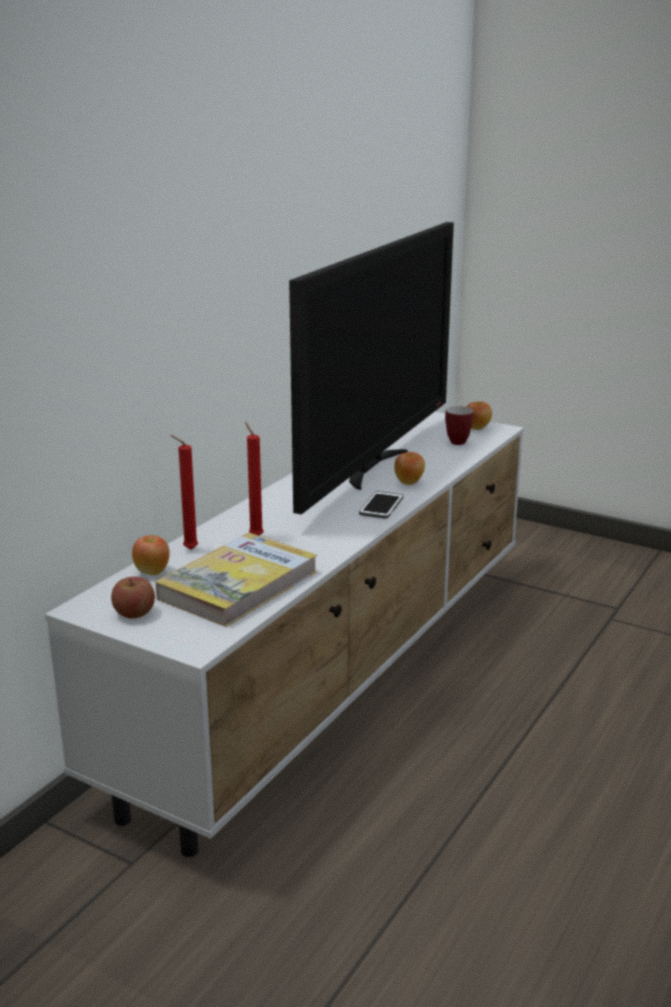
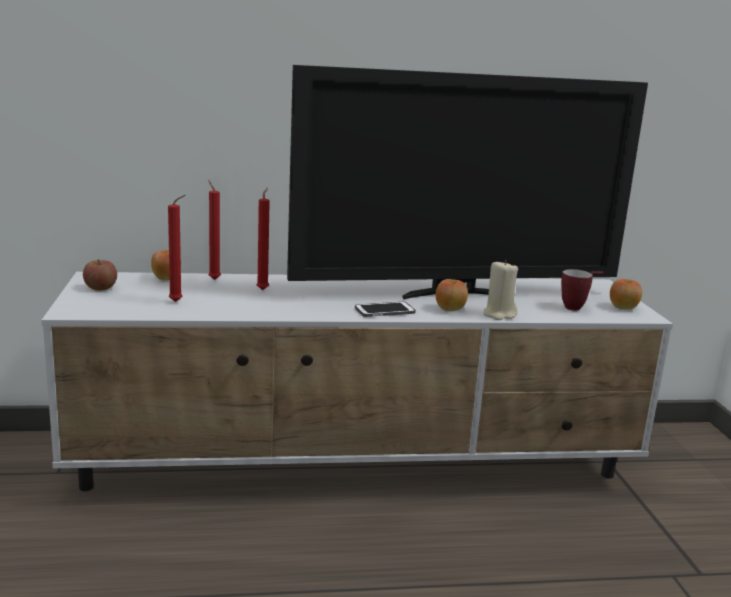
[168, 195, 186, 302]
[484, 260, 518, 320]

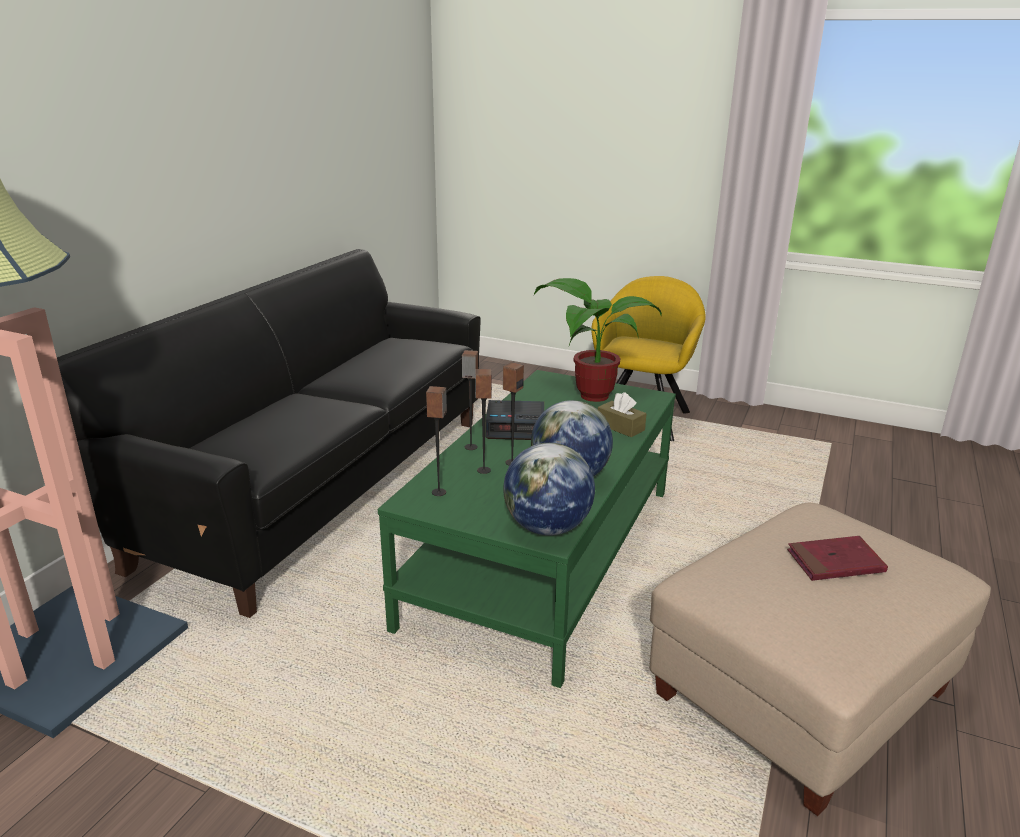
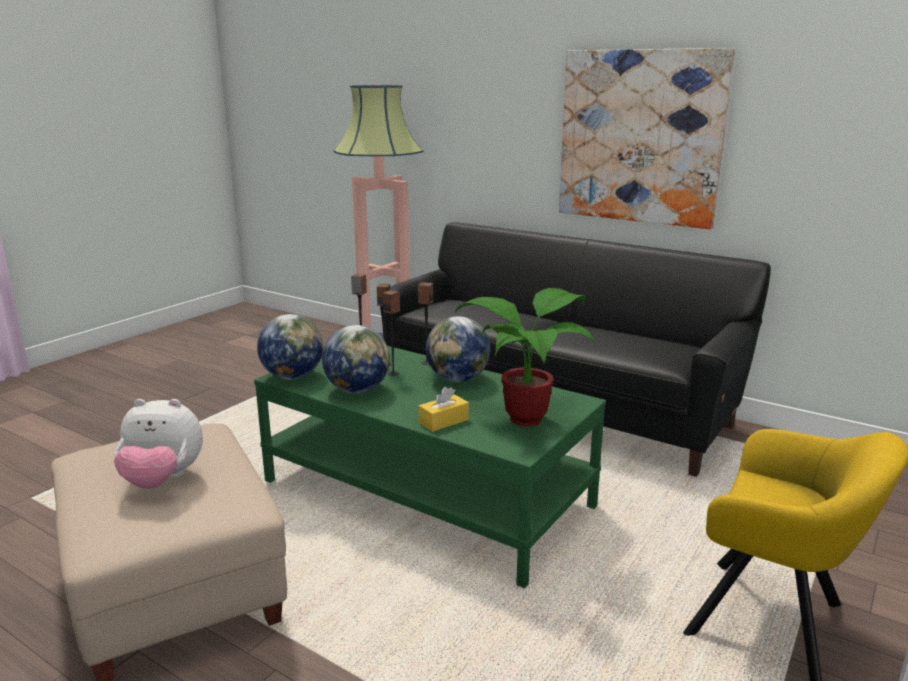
[114, 399, 203, 489]
[419, 387, 469, 432]
[426, 316, 491, 382]
[559, 48, 735, 229]

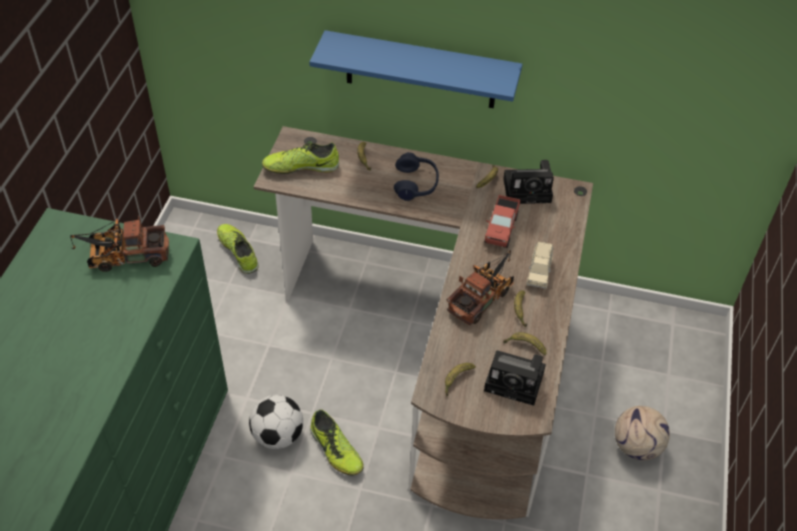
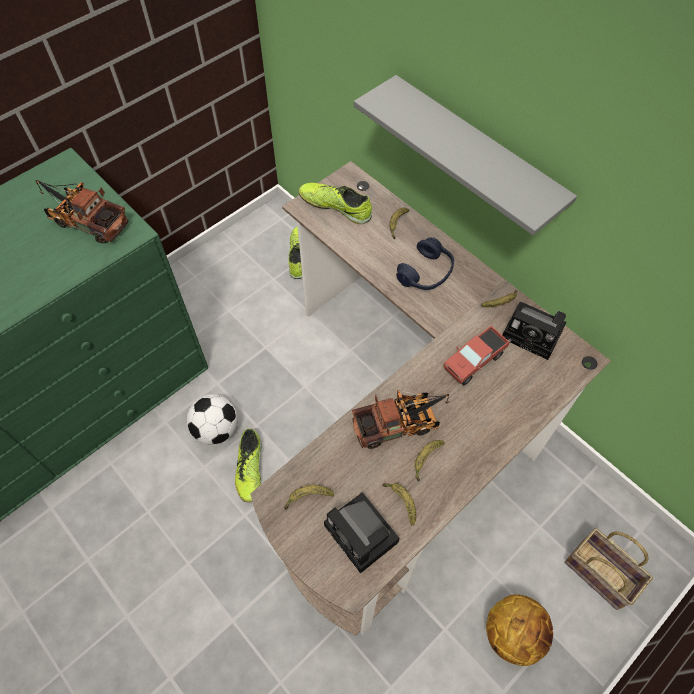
[354, 75, 577, 235]
[486, 594, 553, 666]
[565, 528, 653, 610]
[526, 242, 553, 289] (first image)

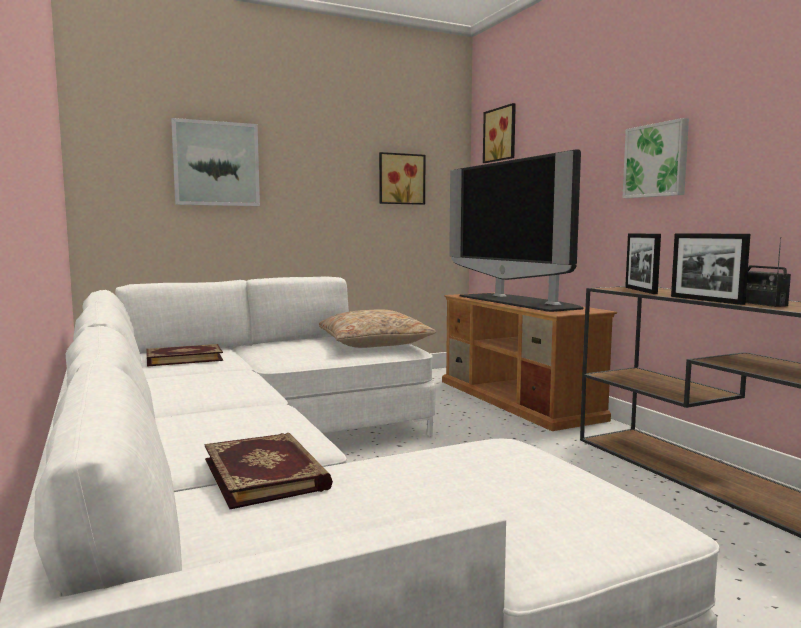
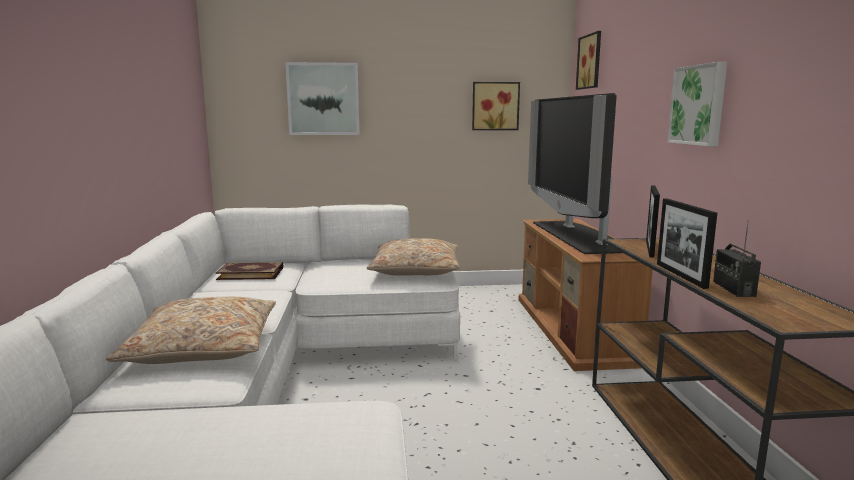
[106, 297, 276, 364]
[205, 433, 333, 509] (first image)

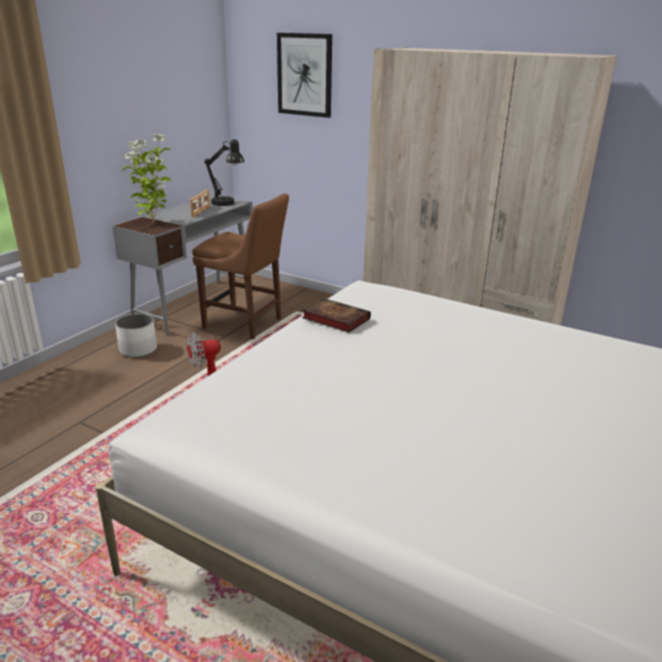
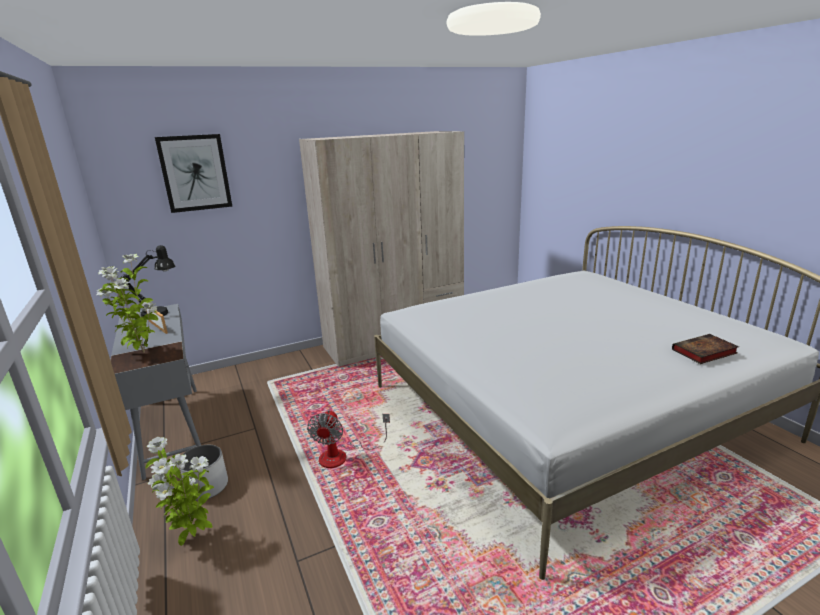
[145, 437, 214, 546]
[672, 334, 739, 364]
[192, 193, 289, 340] (first image)

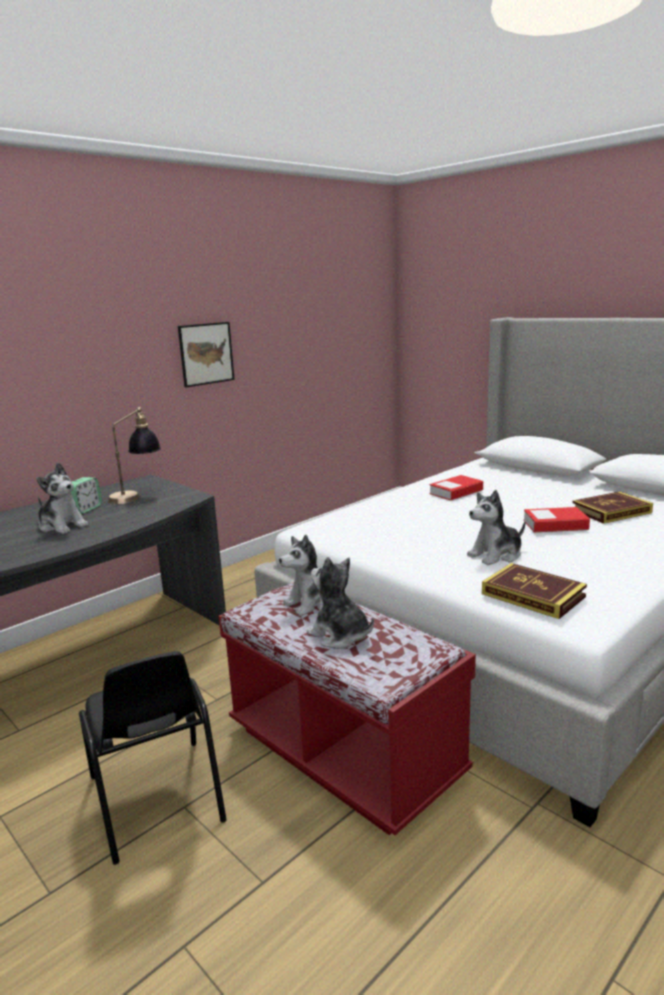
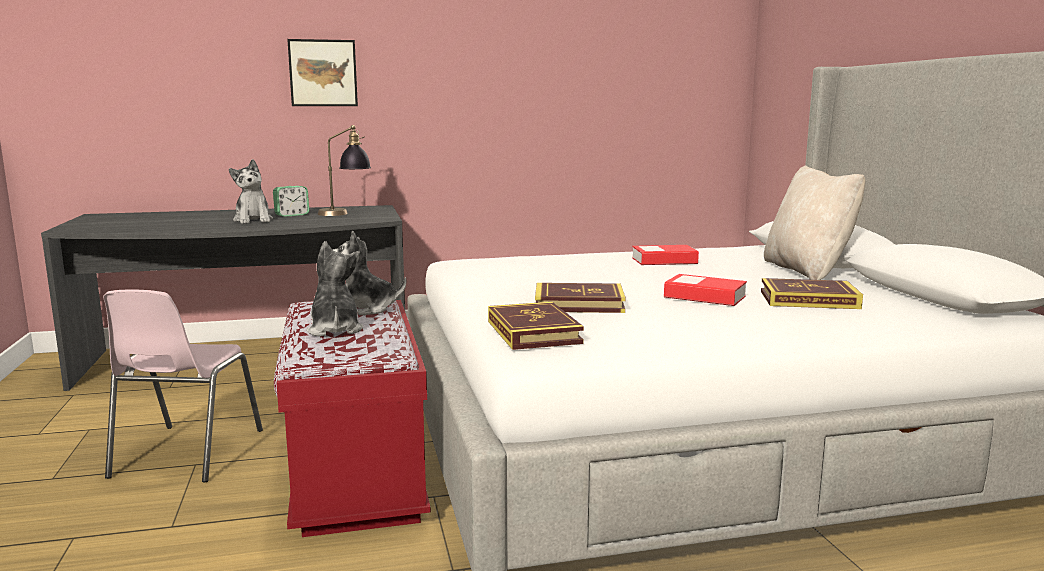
[103, 290, 263, 482]
[287, 39, 358, 106]
[535, 283, 626, 313]
[764, 165, 865, 280]

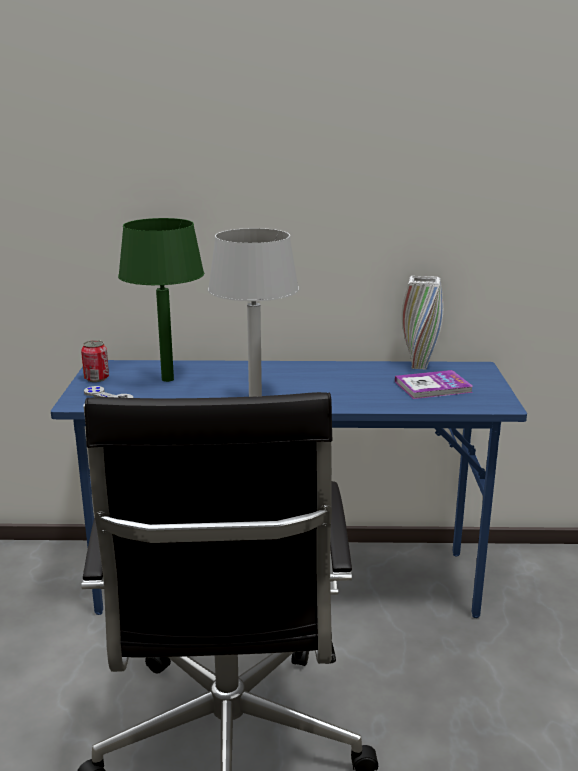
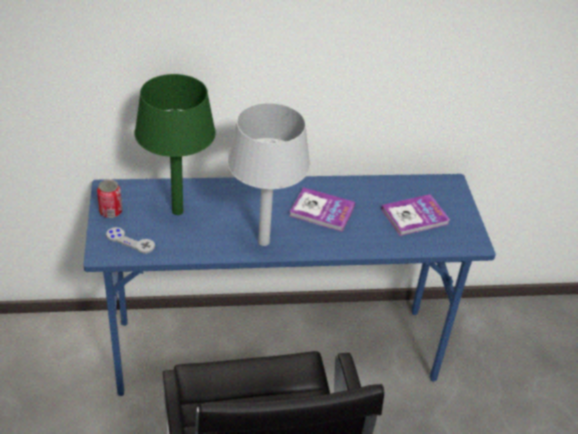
[289, 187, 355, 232]
[401, 276, 443, 370] (first image)

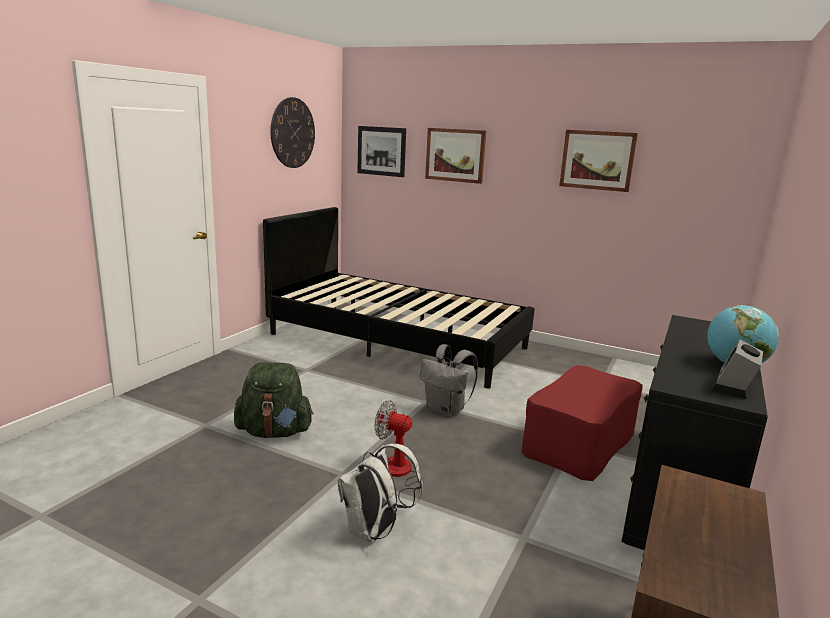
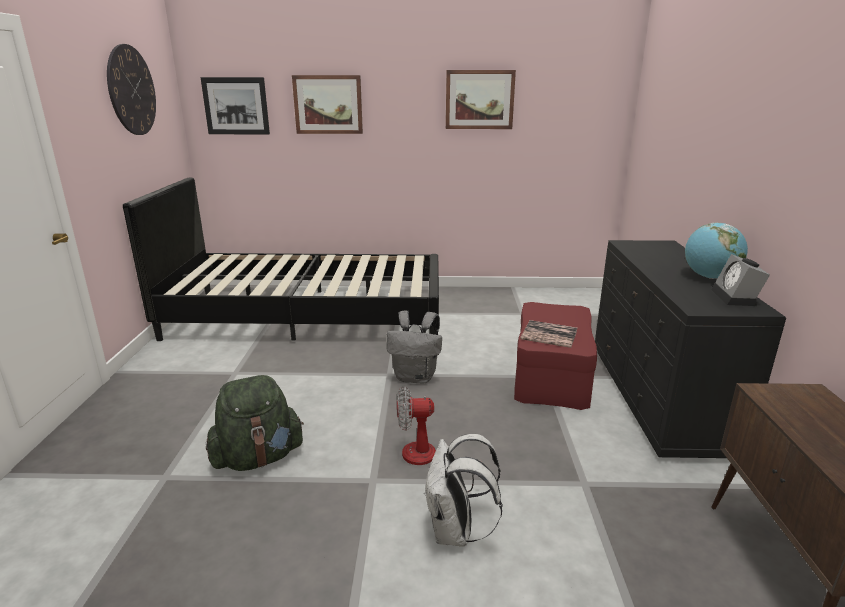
[520, 320, 577, 348]

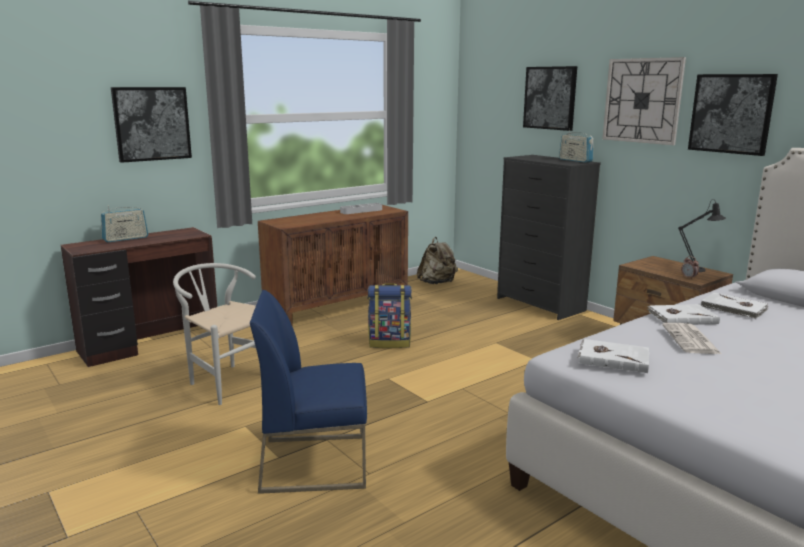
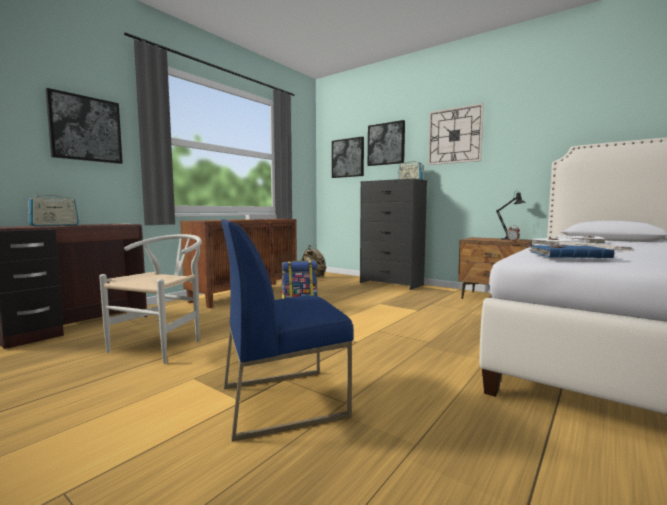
[99, 234, 202, 364]
[332, 136, 364, 178]
[528, 245, 614, 258]

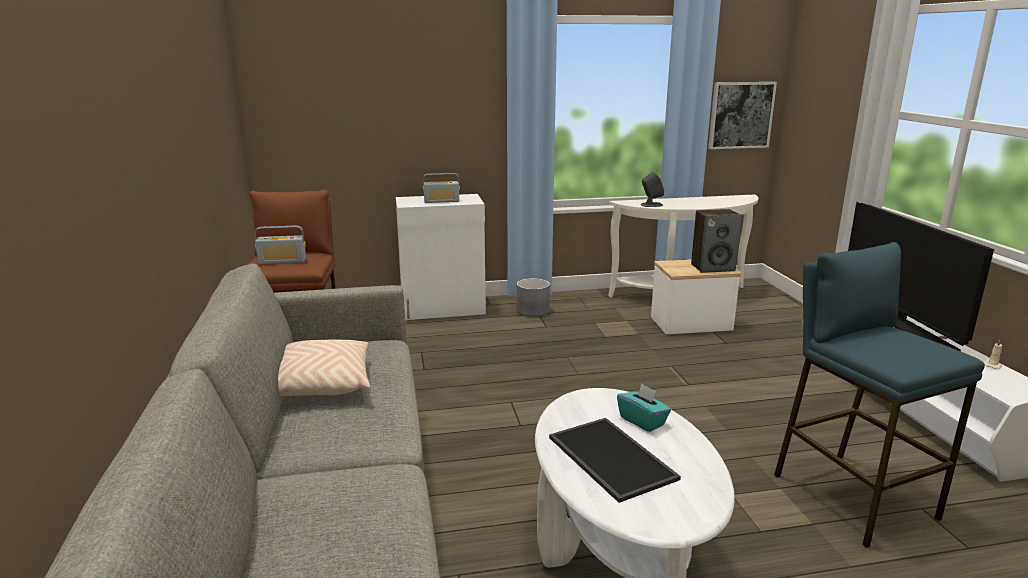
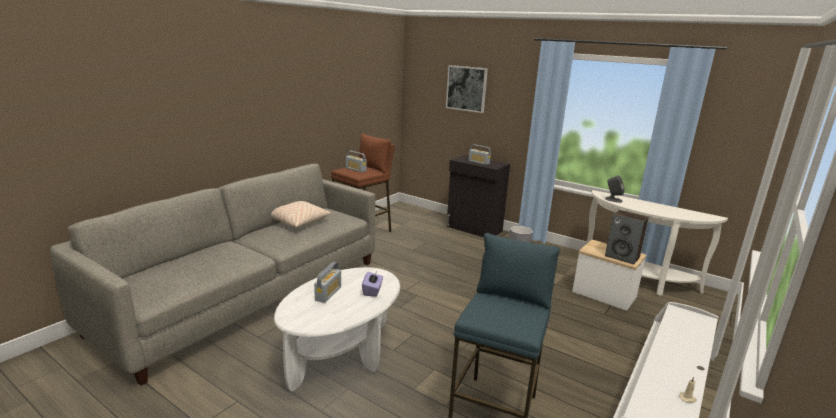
[314, 262, 341, 303]
[362, 272, 383, 297]
[446, 65, 488, 113]
[446, 155, 510, 237]
[848, 202, 994, 351] (first image)

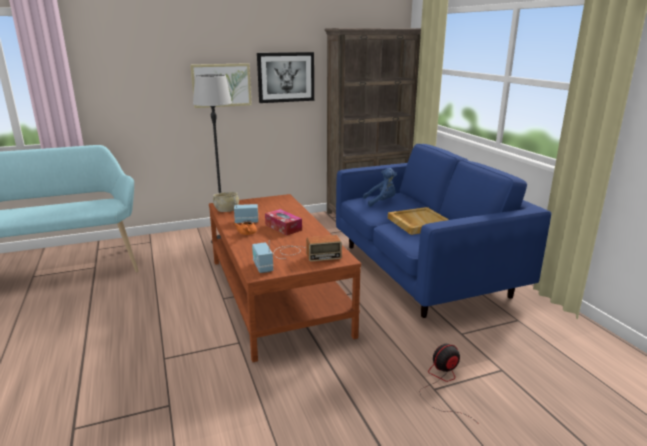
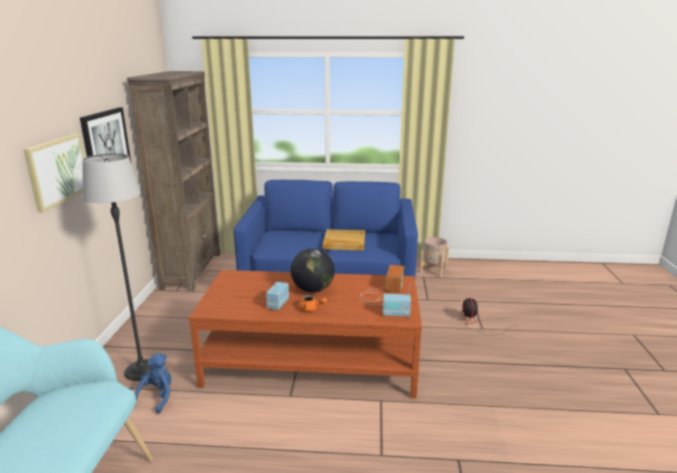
[135, 353, 171, 414]
[291, 248, 335, 292]
[420, 237, 449, 277]
[213, 192, 239, 212] (first image)

